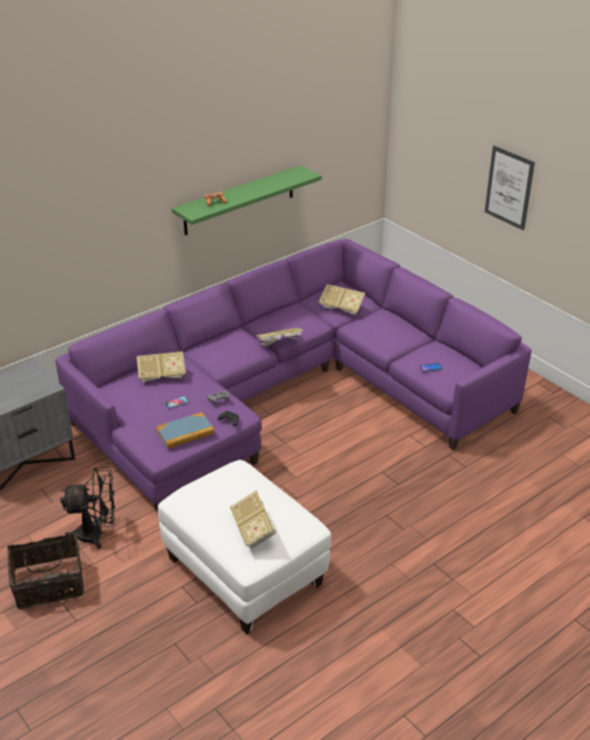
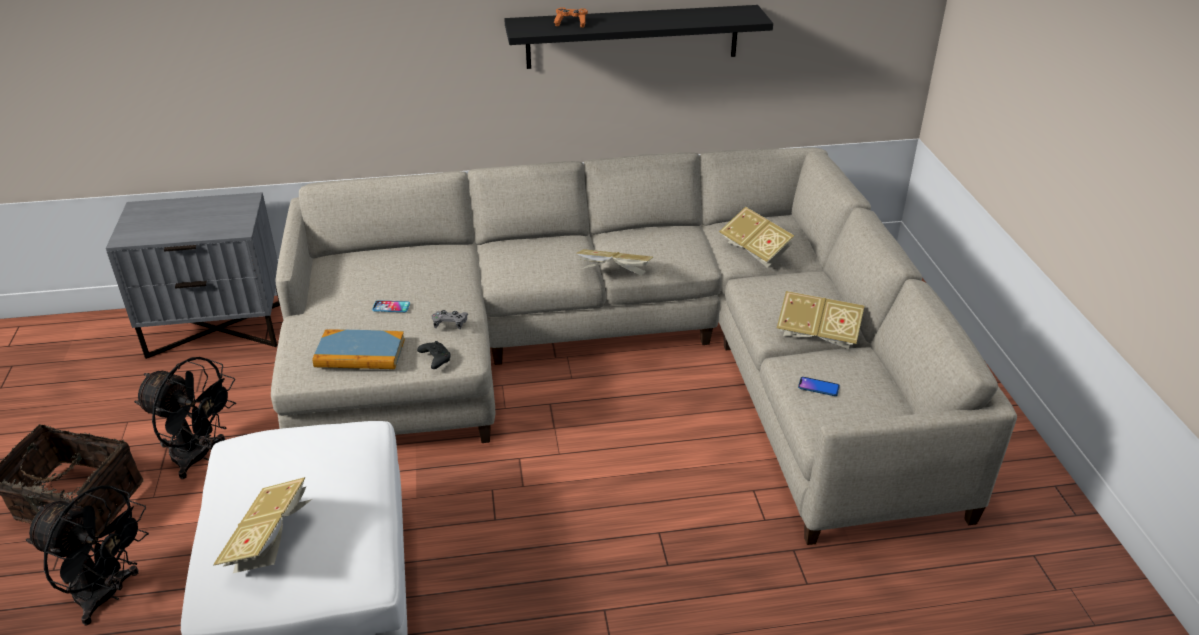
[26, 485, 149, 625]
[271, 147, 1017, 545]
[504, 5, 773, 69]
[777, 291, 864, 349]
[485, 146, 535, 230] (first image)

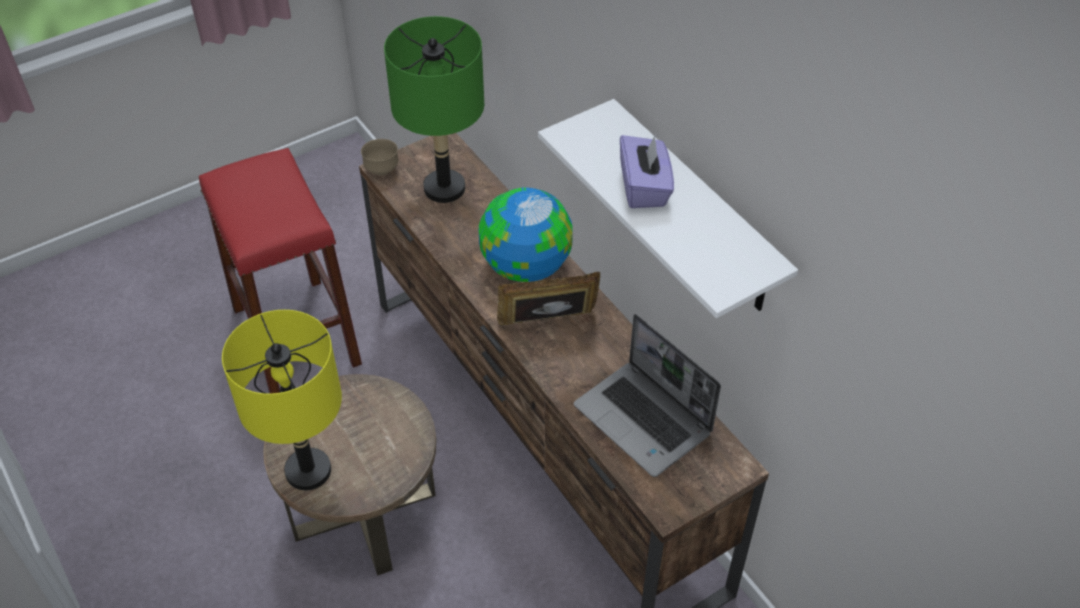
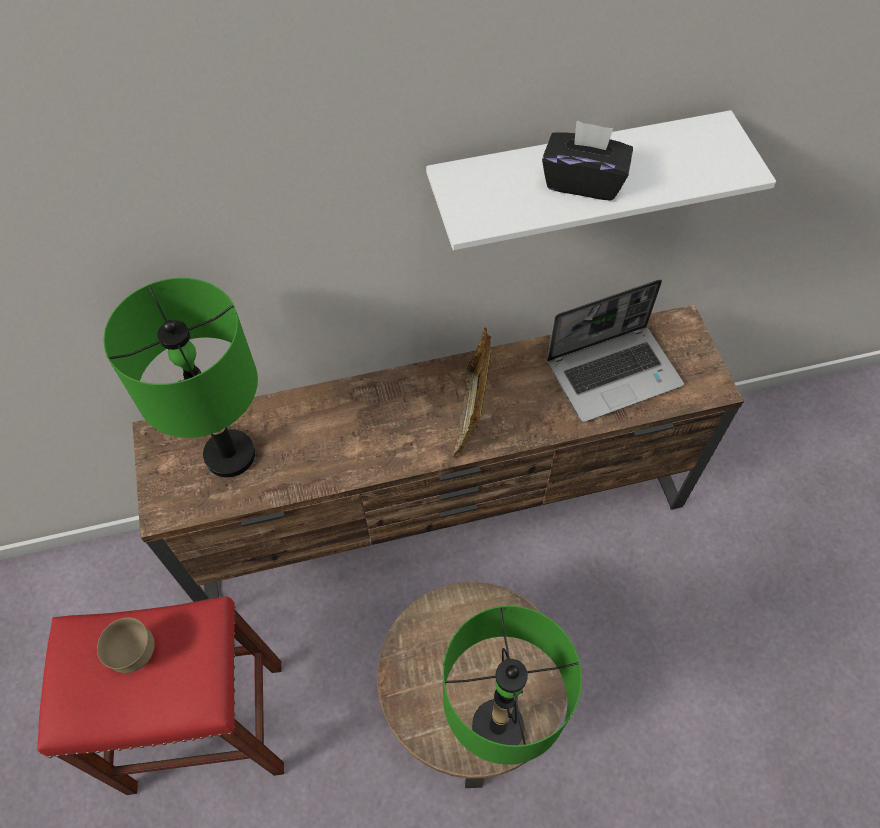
[97, 618, 155, 673]
[443, 606, 582, 765]
[542, 120, 633, 201]
[479, 187, 573, 282] (first image)

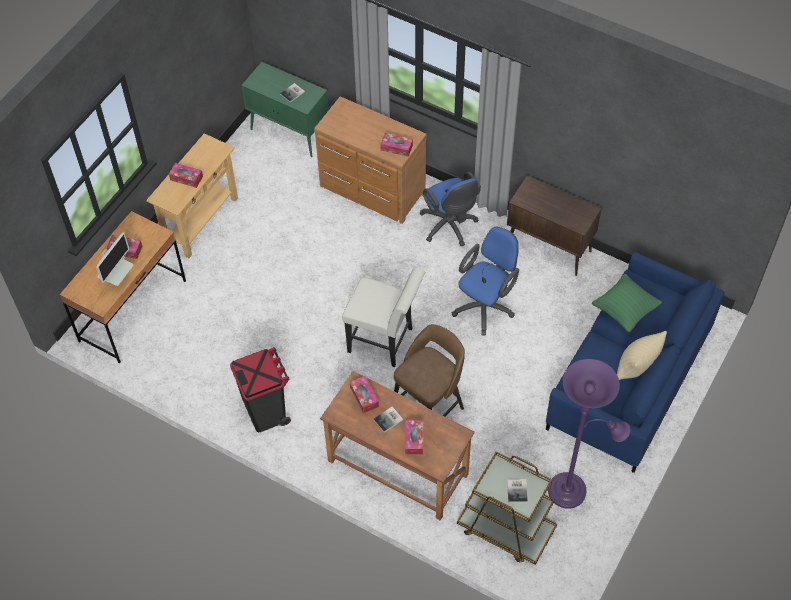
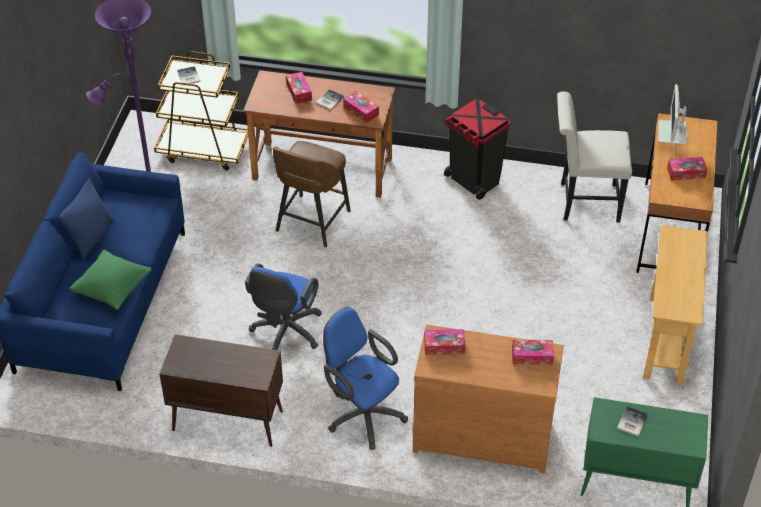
[59, 179, 114, 260]
[512, 339, 554, 365]
[557, 91, 632, 222]

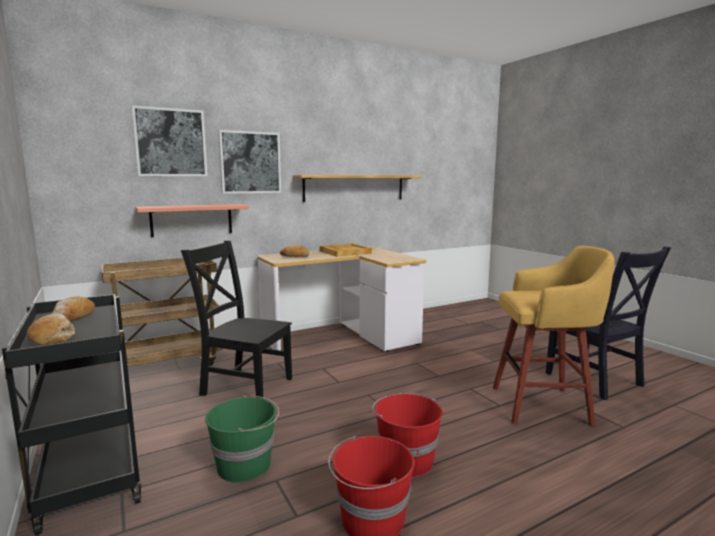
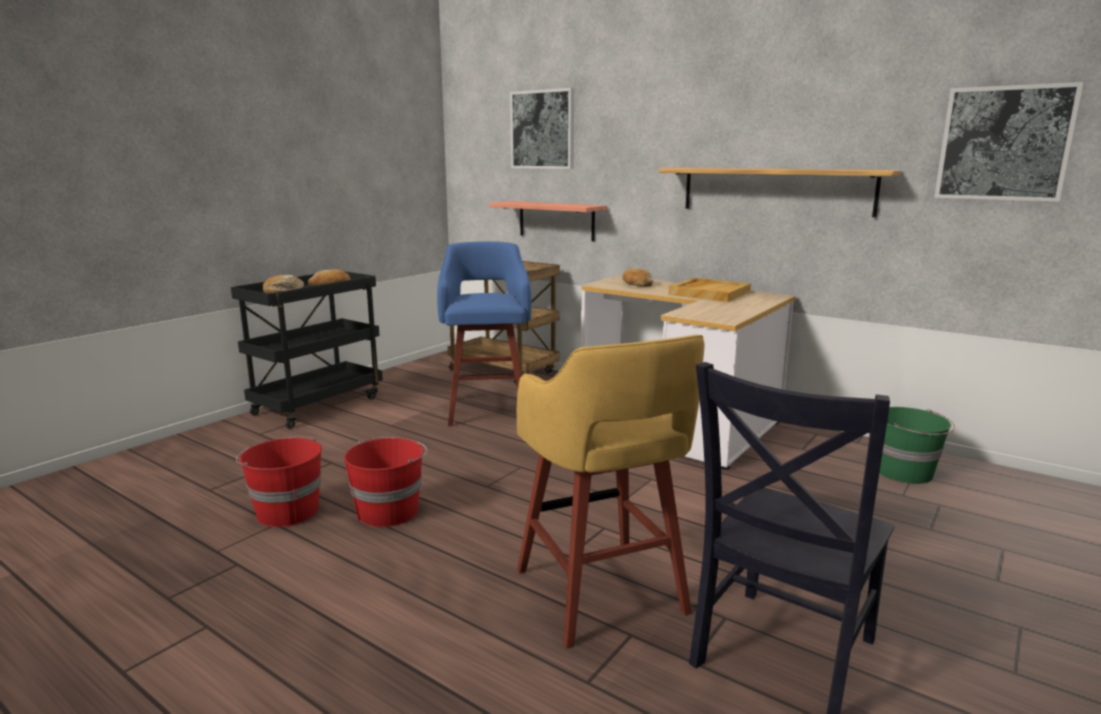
[437, 241, 532, 426]
[879, 407, 955, 484]
[934, 82, 1083, 201]

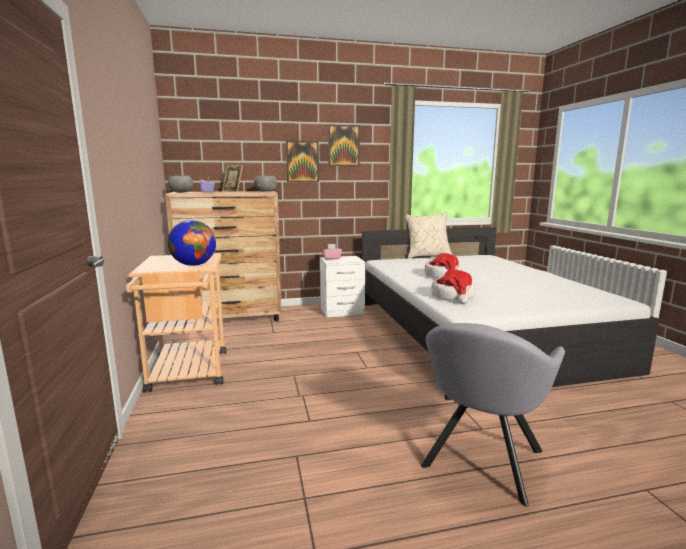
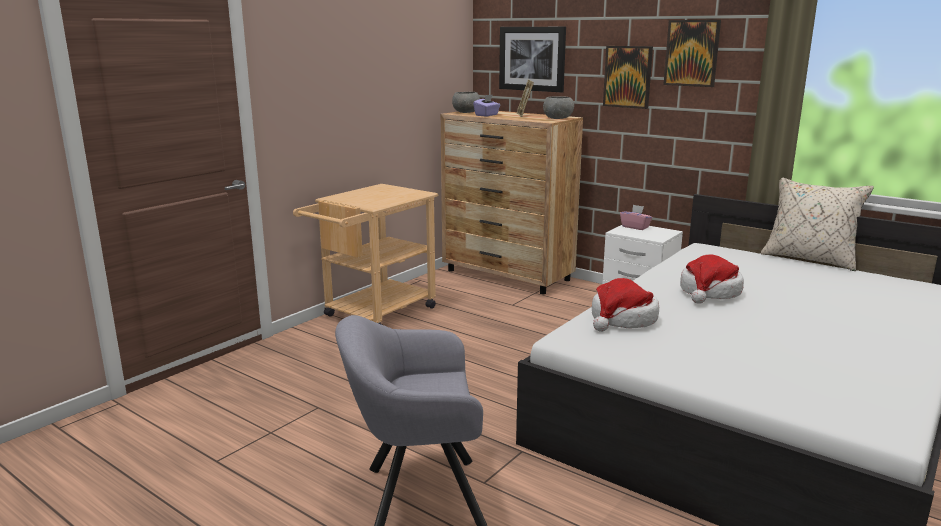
[499, 27, 566, 92]
[168, 220, 216, 266] (first image)

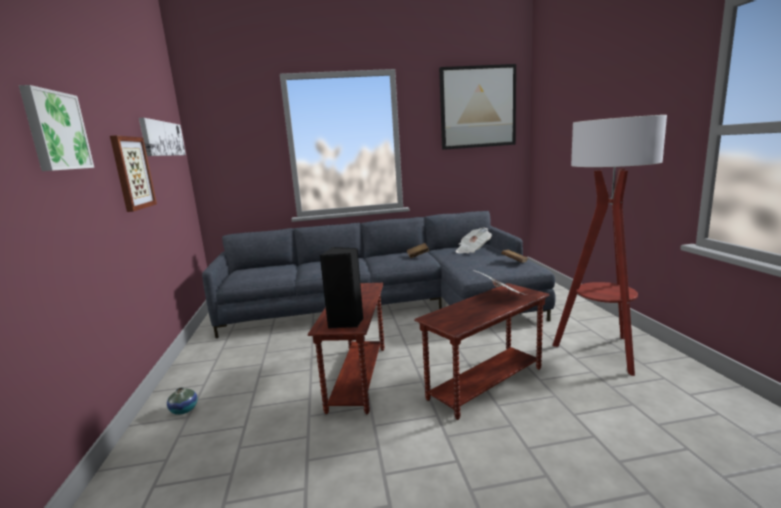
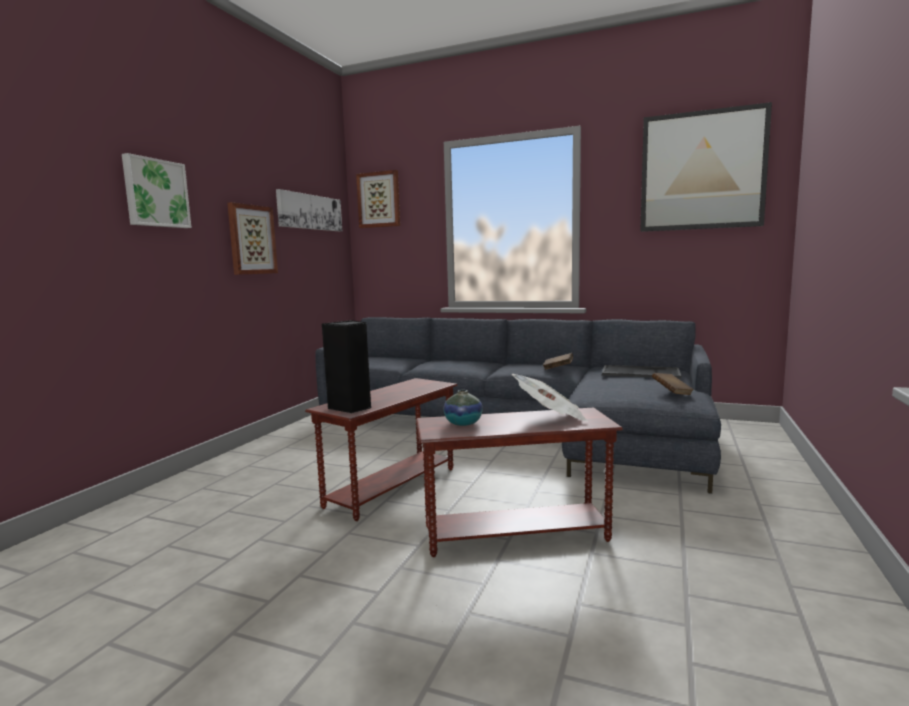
[356, 170, 400, 228]
[444, 390, 483, 426]
[602, 365, 681, 379]
[553, 115, 667, 376] (first image)

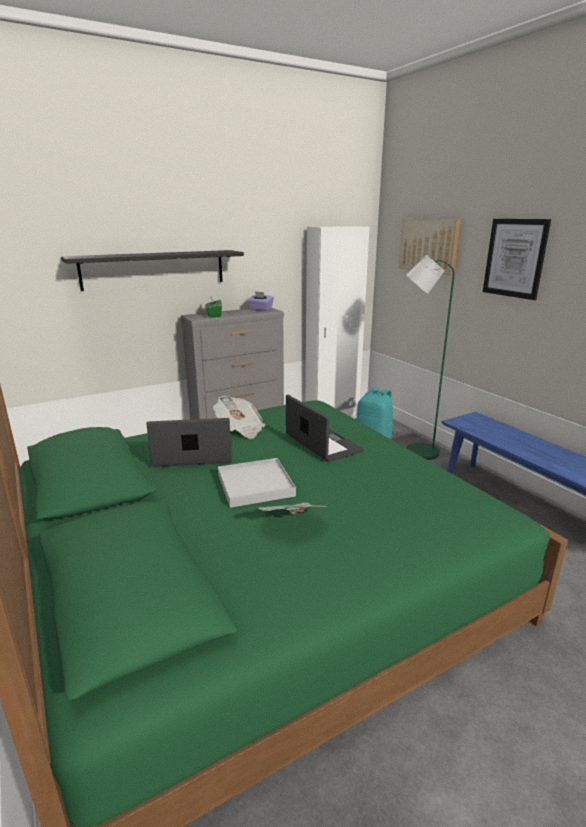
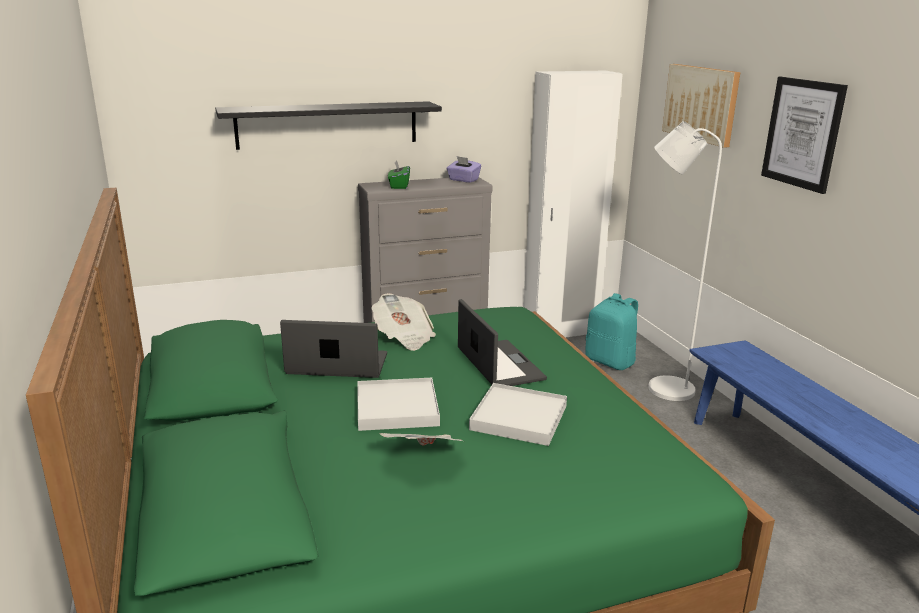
[469, 383, 567, 446]
[648, 121, 722, 401]

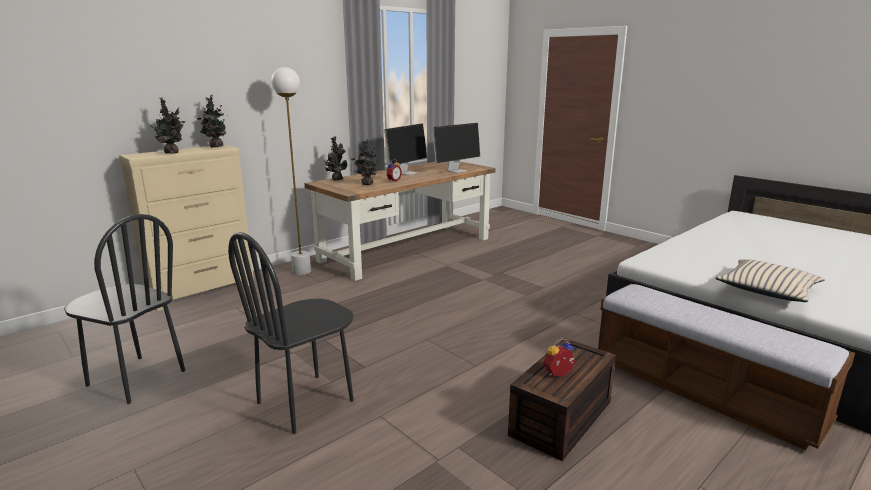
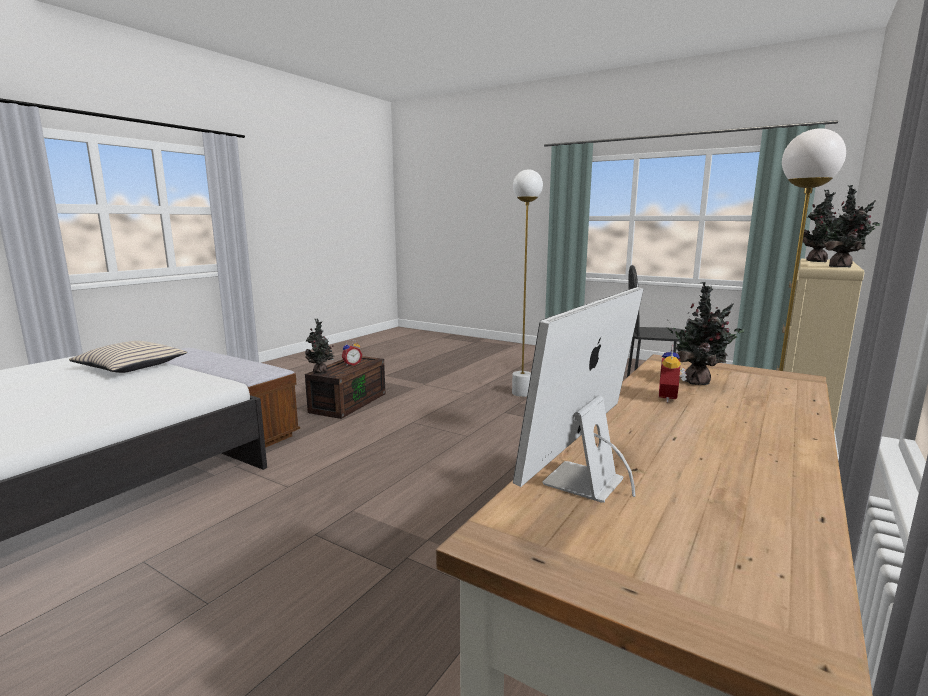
[305, 318, 334, 374]
[512, 169, 543, 397]
[384, 123, 427, 175] (first image)

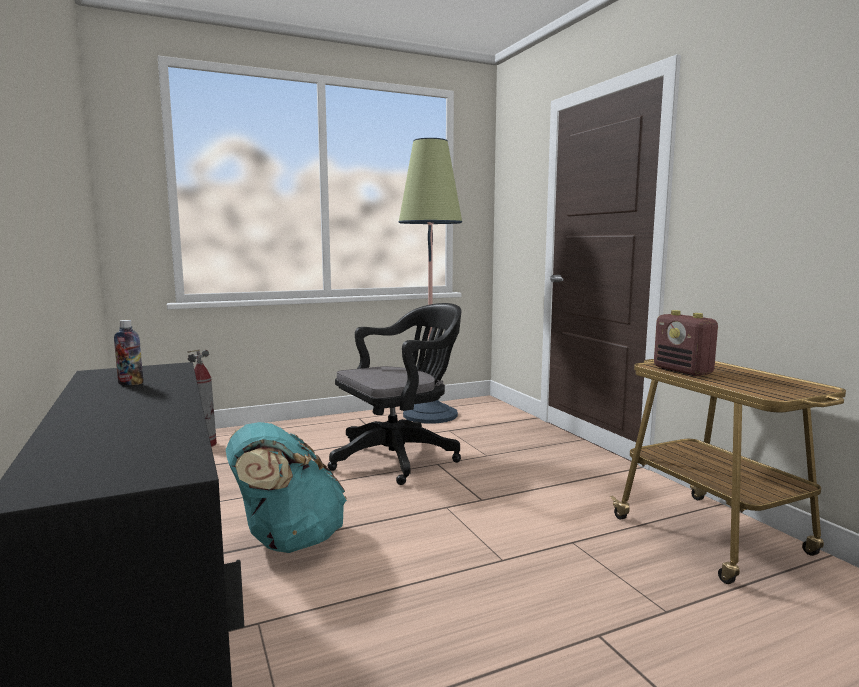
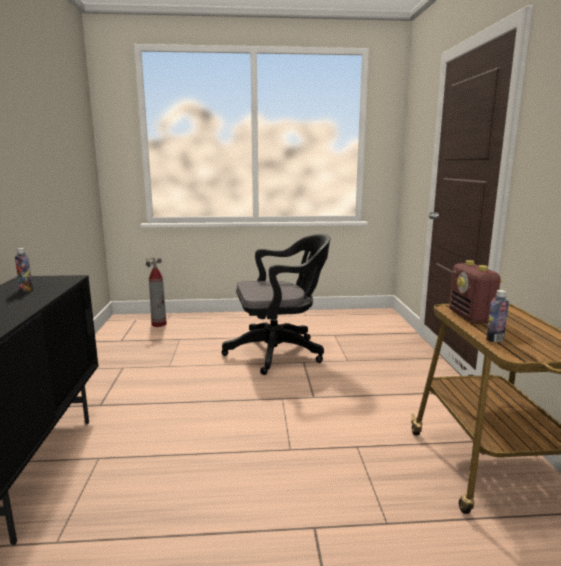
[486, 290, 509, 342]
[226, 422, 347, 553] (first image)
[399, 138, 462, 423] (first image)

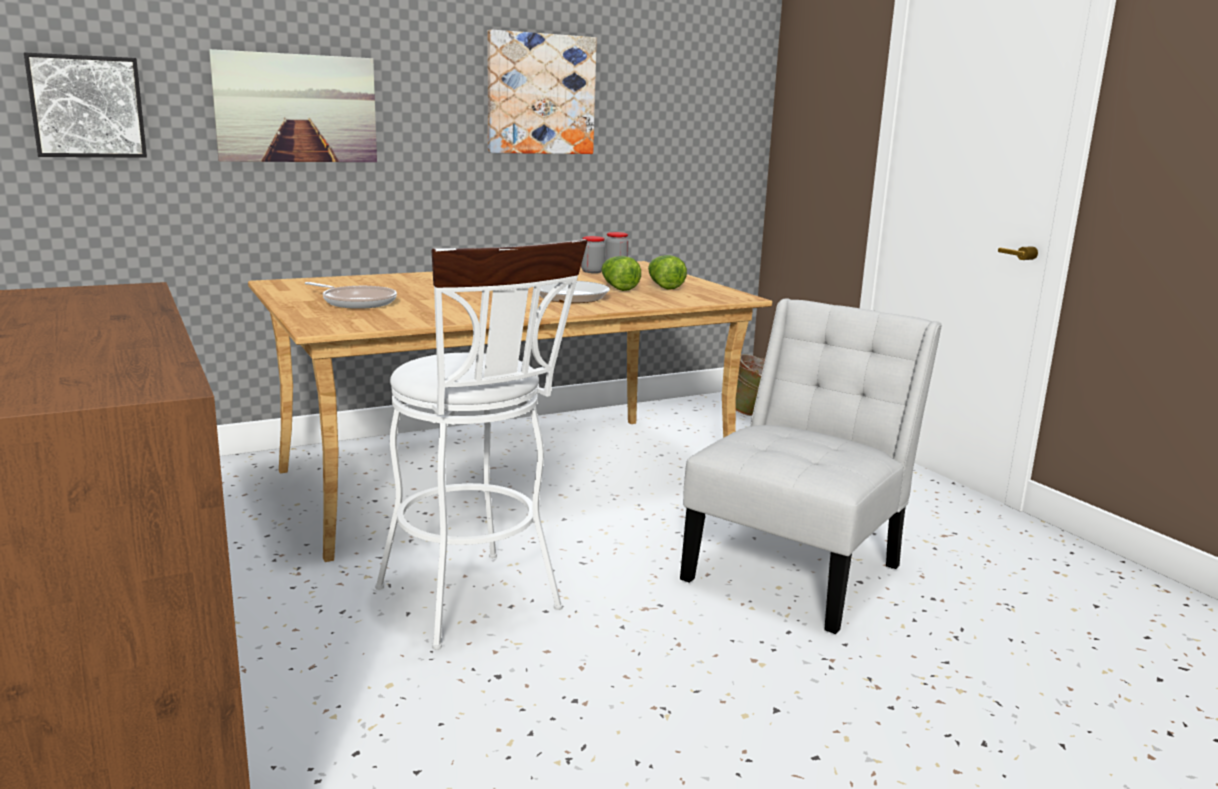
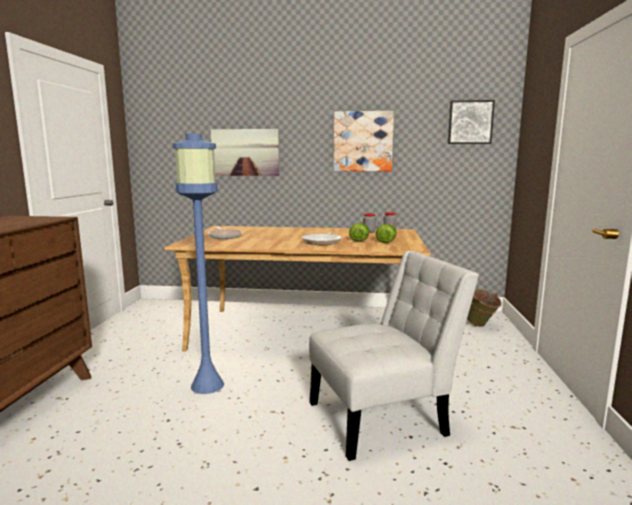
[173, 134, 224, 394]
[448, 100, 495, 144]

